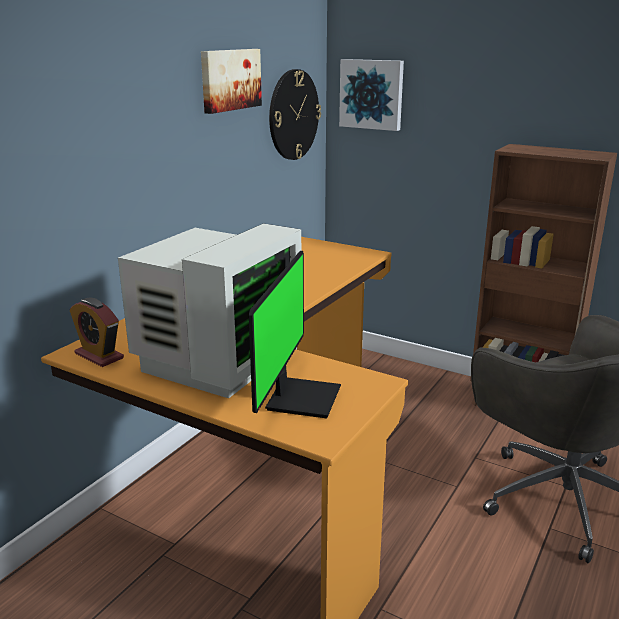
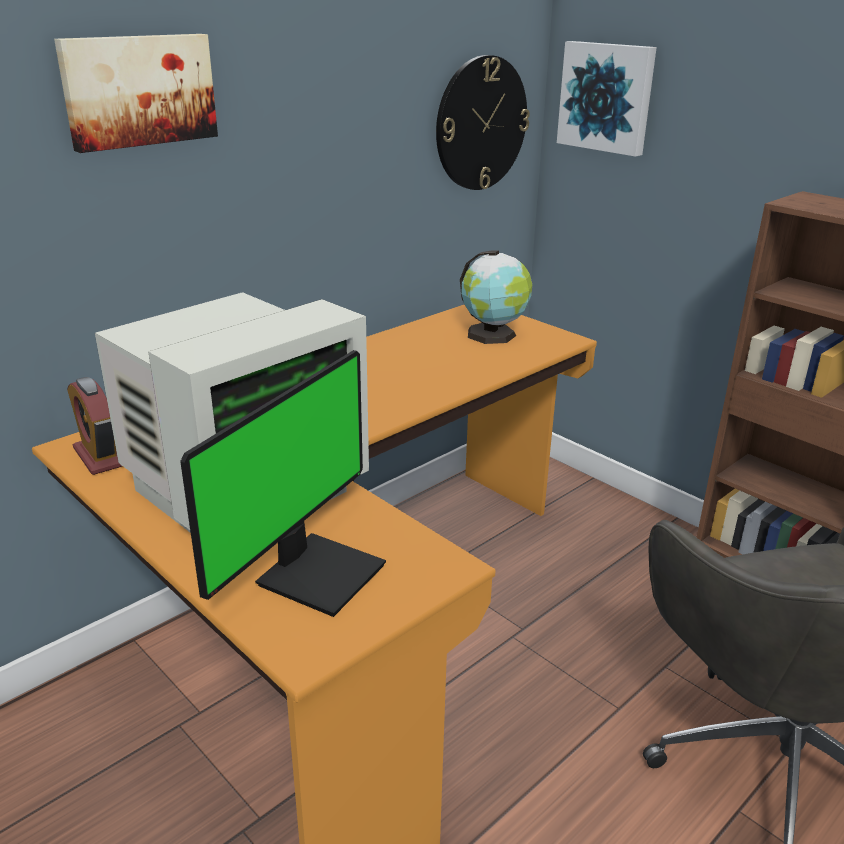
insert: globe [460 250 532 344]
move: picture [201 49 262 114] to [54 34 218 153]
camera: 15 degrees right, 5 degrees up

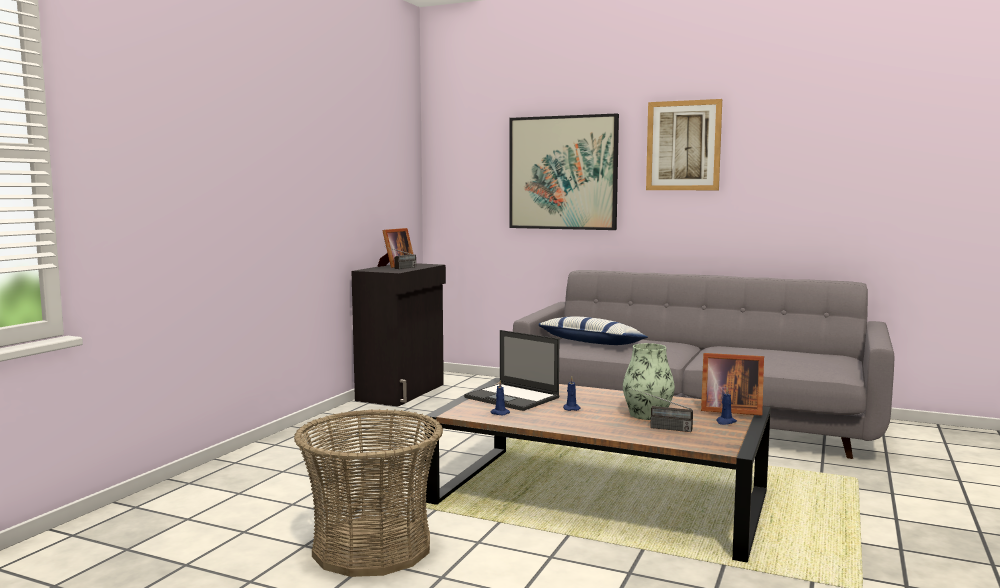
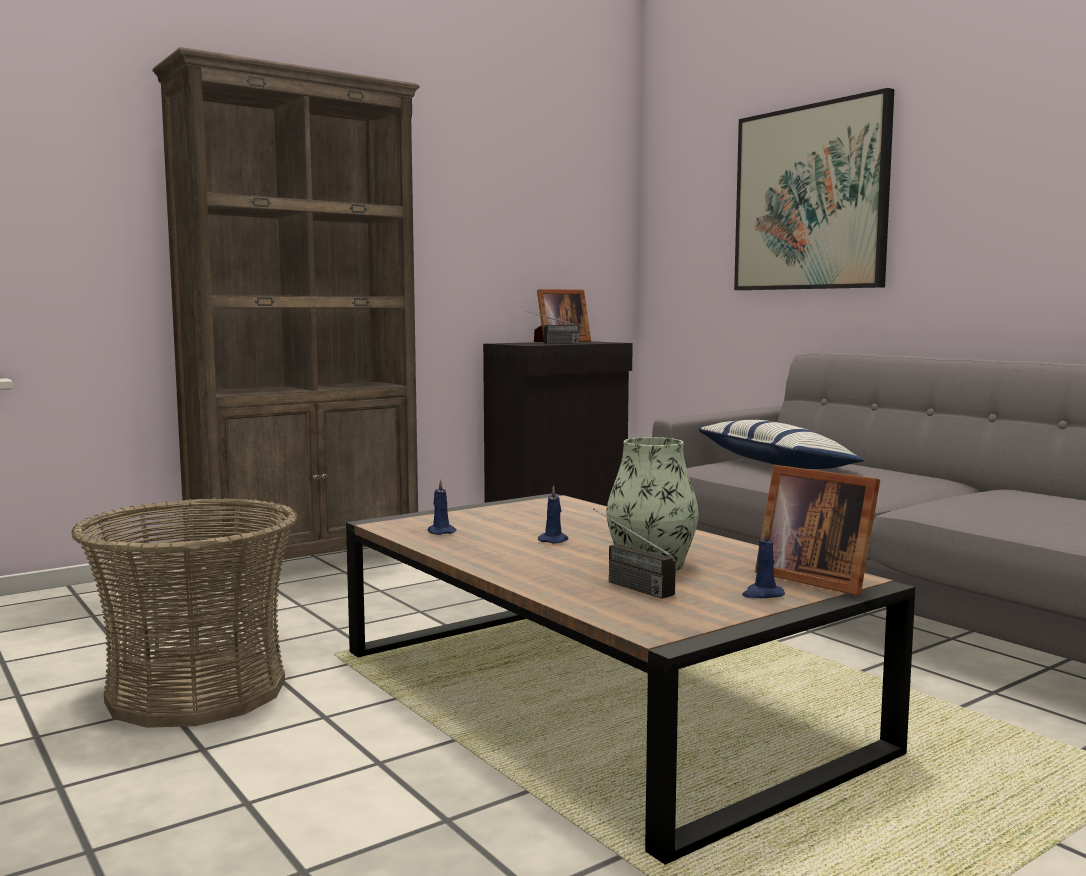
delete: laptop [464 330 559 411]; picture [646 99 722 190]
insert: brown bookcase [152 47 420 589]
camera: 30 degrees right, 0 degrees up

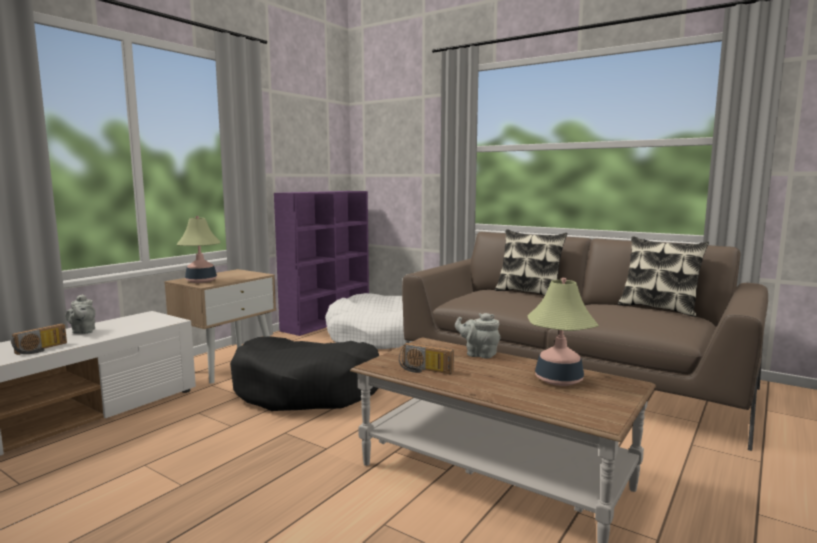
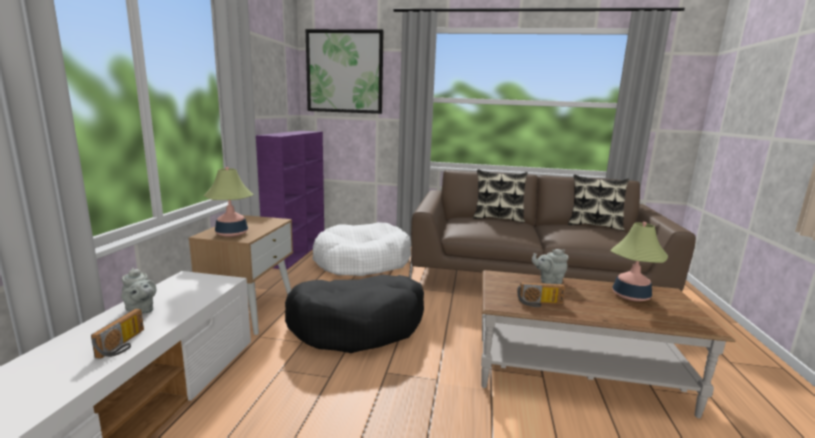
insert: picture [306 29 384 114]
camera: 25 degrees left, 5 degrees up

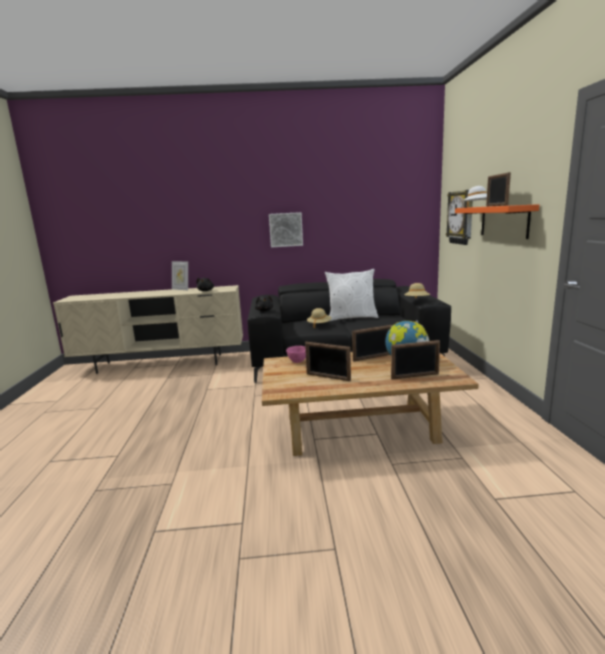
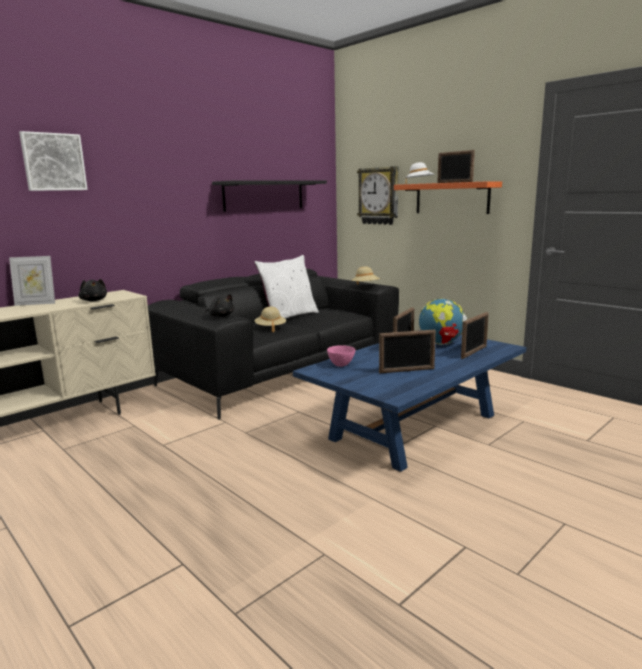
insert: black shelf [212 180 327 212]
move: picture [269 212 303 247] to [19 131 88 191]
recolor: beige coffee table [262 352 479 456] to blue coffee table [293 330 526 472]
camera: 40 degrees left, 0 degrees up

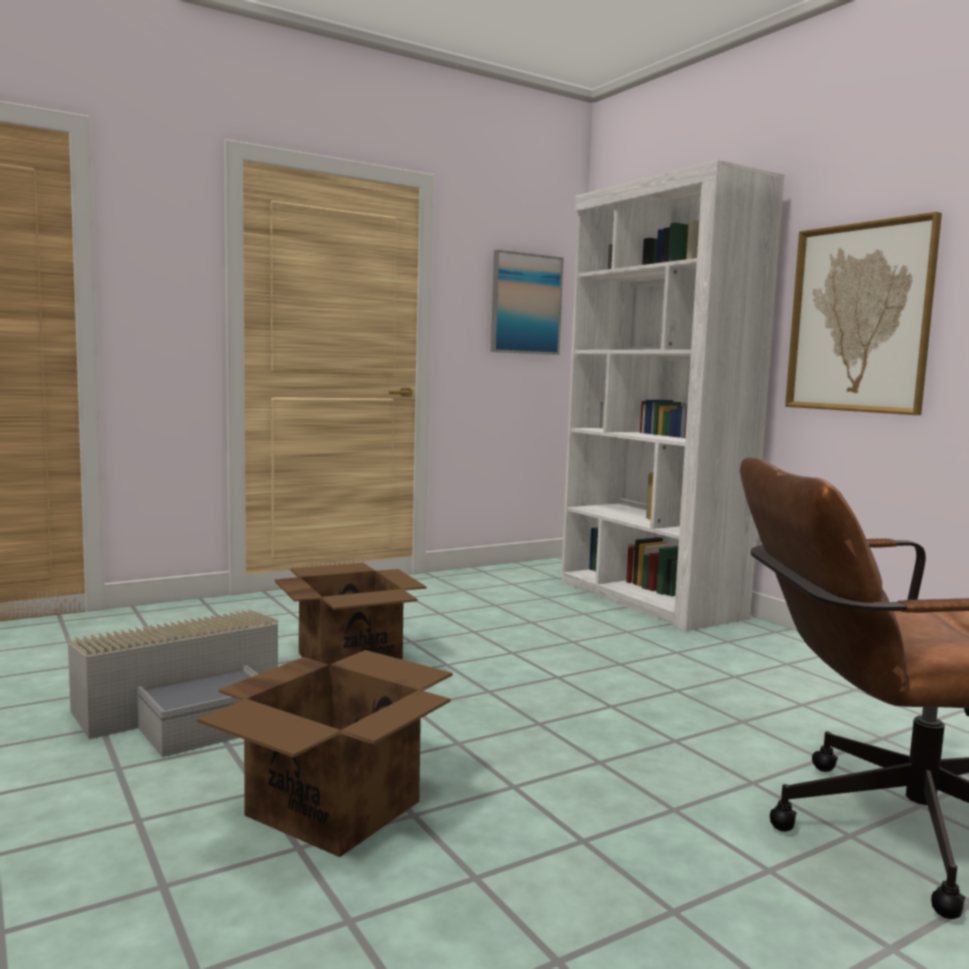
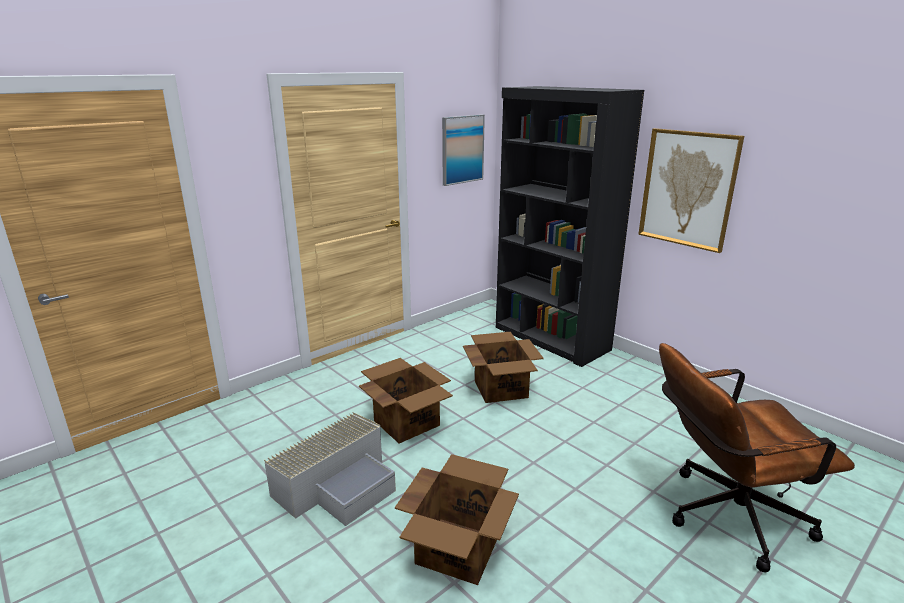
insert: cardboard box [463 332 544 403]
recolor: white bookcase [561 160 785 631] to black bookcase [496 86 644 367]
camera: 10 degrees left, 15 degrees up

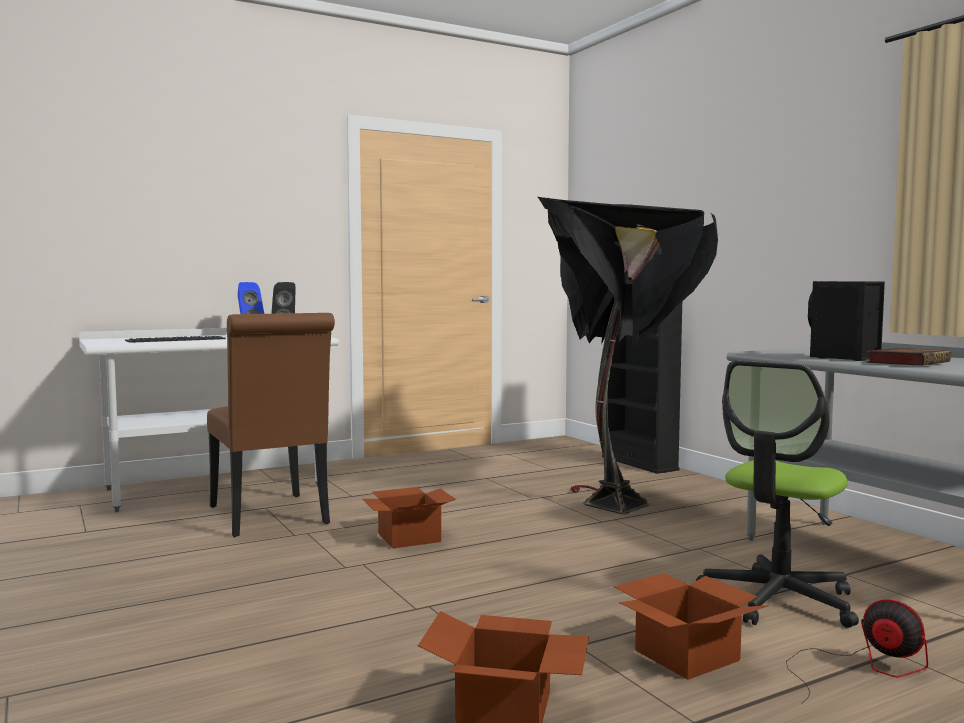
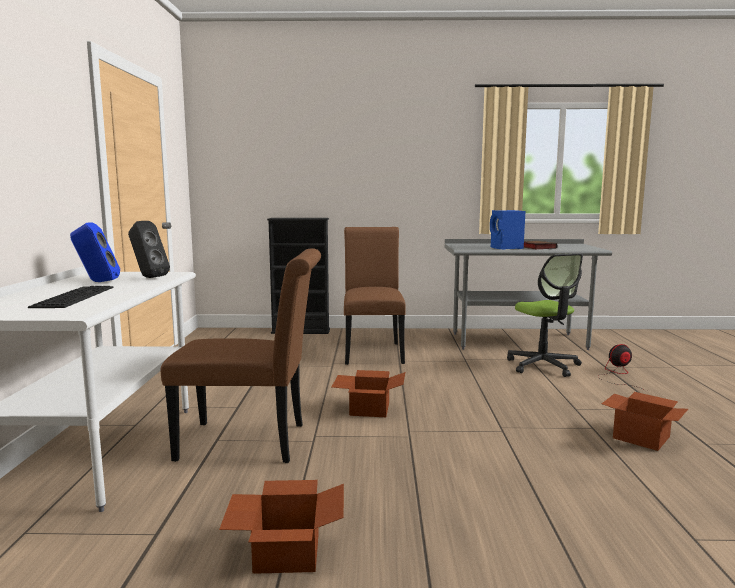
move: cardboard box [613 573 770 680] to [219 480 344 574]
replace: black floor lamp [538 197 718 514] to brown chair [344 227 406 365]
recolor: black speaker [808 281 885 361] to blue speaker [490 210 525 249]
camera: 60 degrees left, 5 degrees up

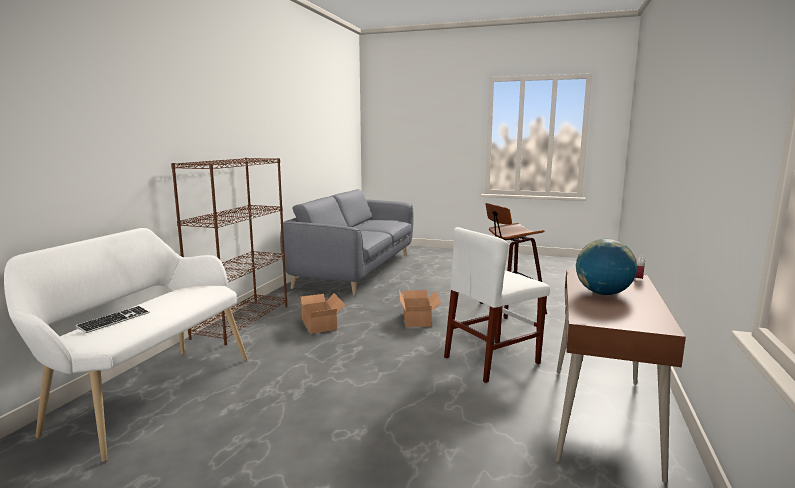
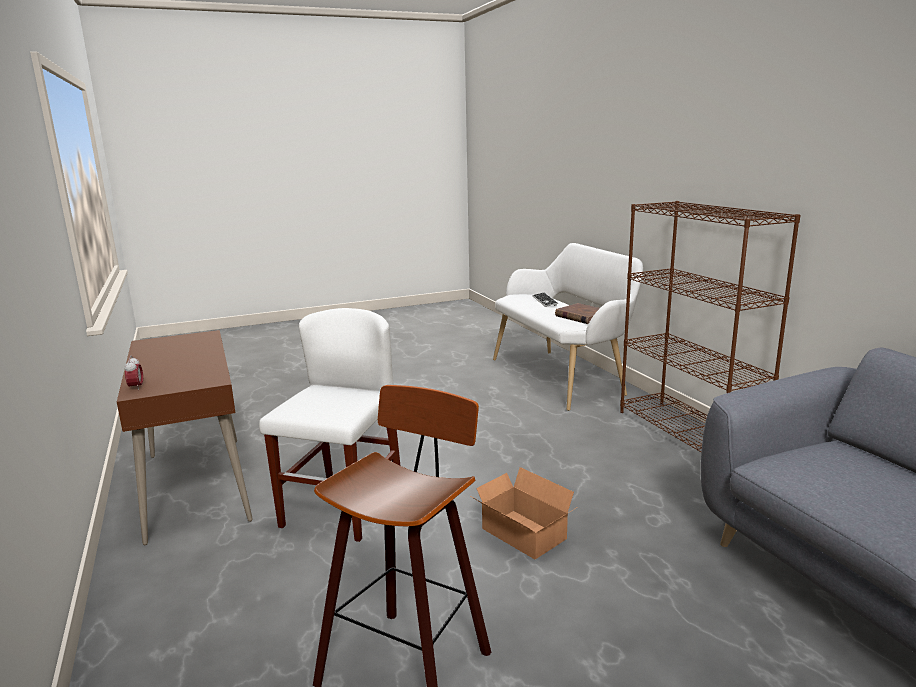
delete: cardboard box [297 293 345 334]; globe [576 239 637 295]
insert: brown book [555 303 600 324]
camera: 140 degrees right, 5 degrees up

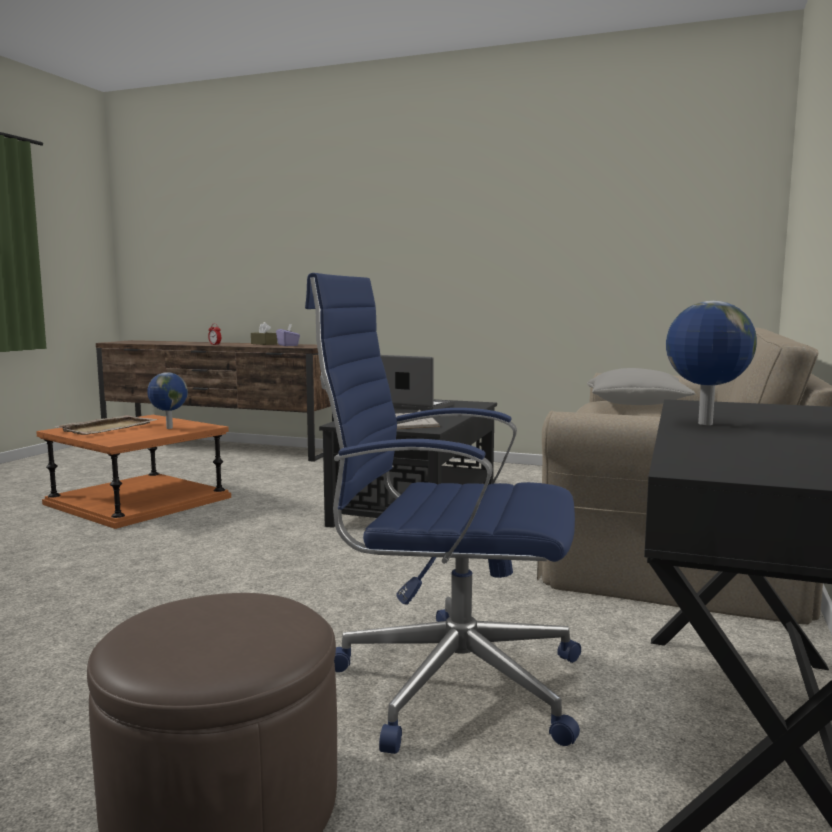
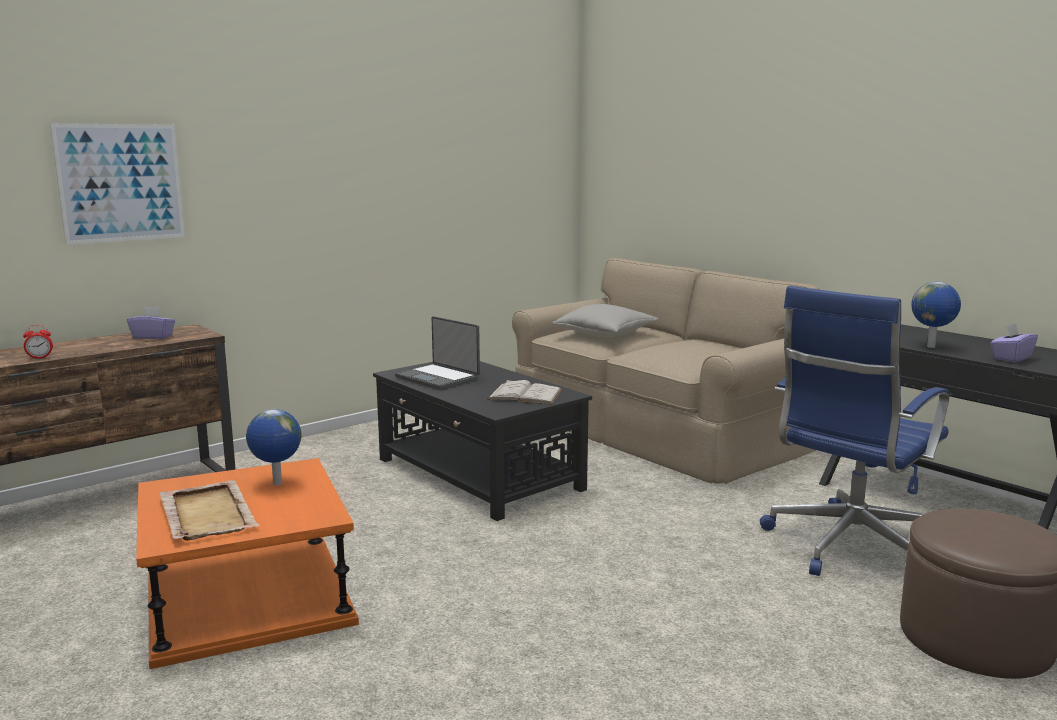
delete: brown tissue box [251 322 277 345]
insert: picture [50 123 185 245]; purple tissue box [991 323 1038 363]
rotate: laptop [380 355 454 411] = [395 316 480 390] 105 degrees counterclockwise
camera: 60 degrees left, 5 degrees up

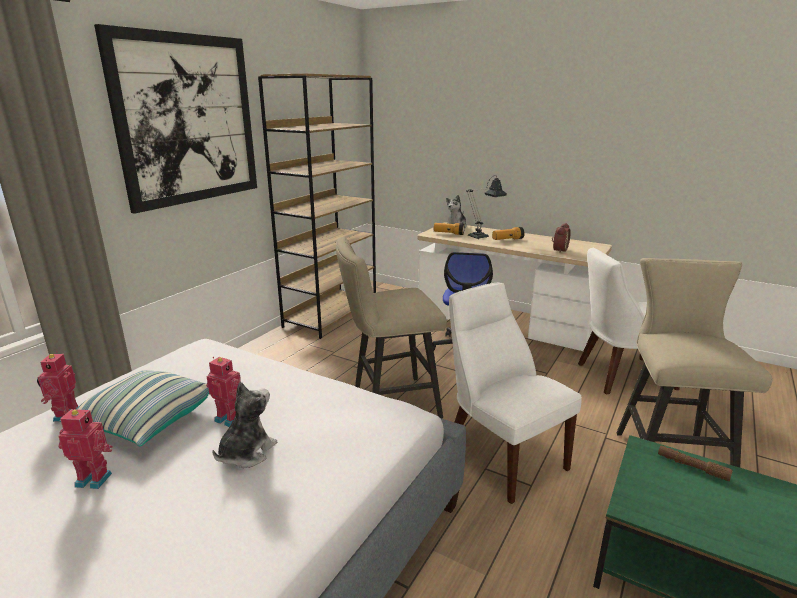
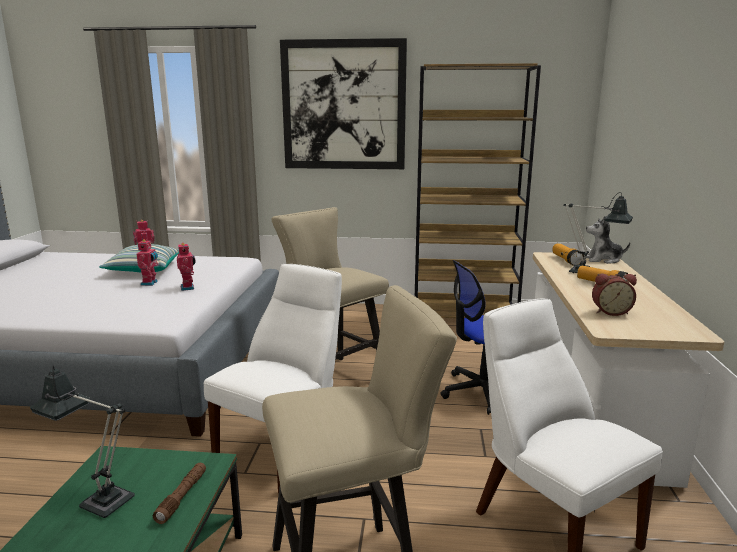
delete: plush toy [212 382 278 468]
insert: table lamp [30 366 135 518]
move: toy robot [58 409 113 489] to [177 242 196 291]
camera: 65 degrees right, 5 degrees down

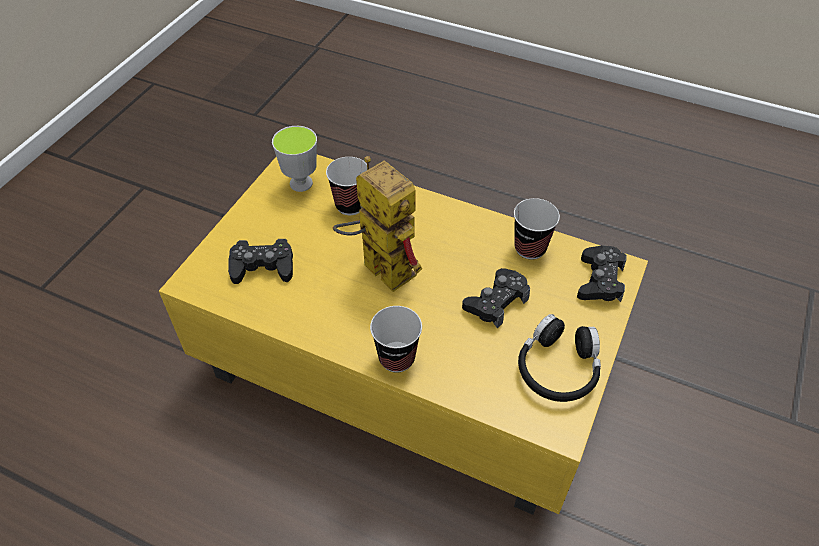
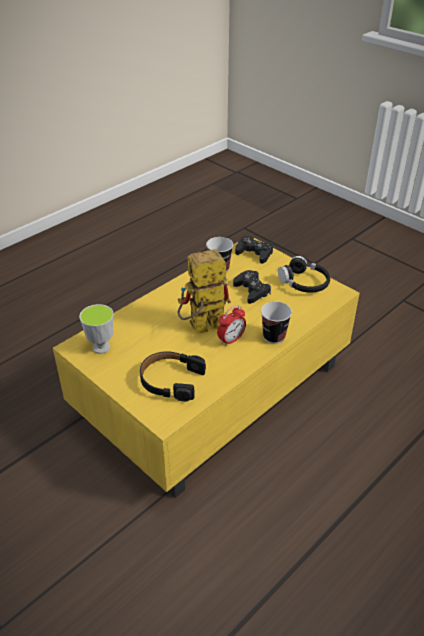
delete: cup [326 157 367 215]
insert: alarm clock [217 305 246 346]
replace: black game controller [228 239 293 284] to black headphones [140 351 206 402]
camera: 70 degrees left, 10 degrees down

